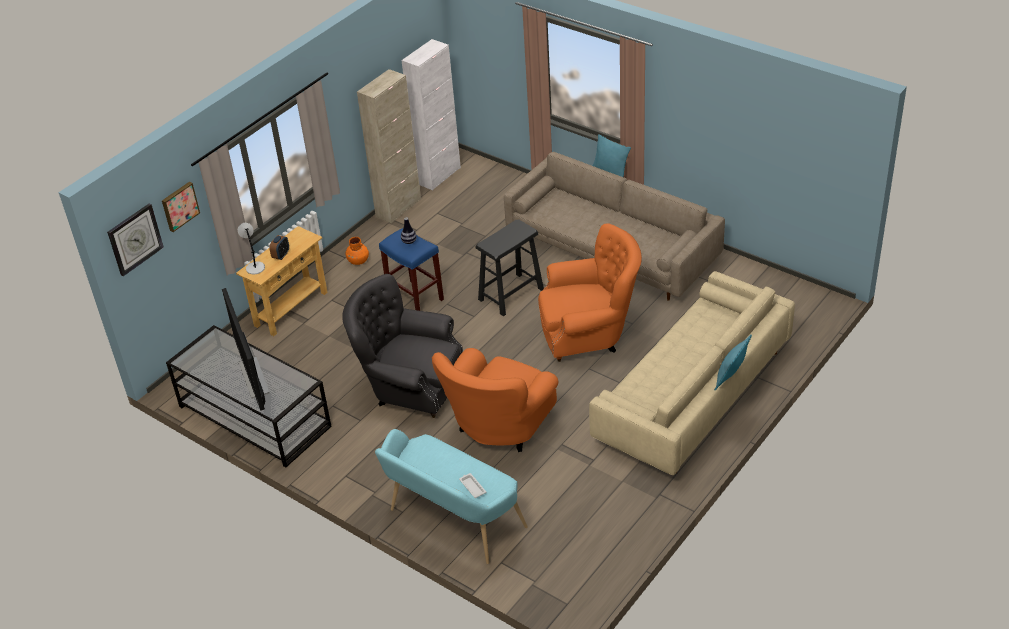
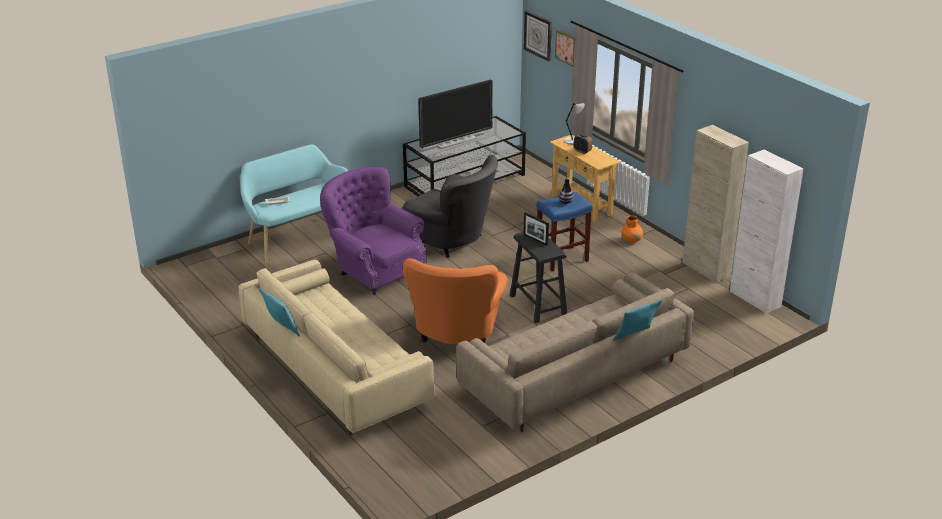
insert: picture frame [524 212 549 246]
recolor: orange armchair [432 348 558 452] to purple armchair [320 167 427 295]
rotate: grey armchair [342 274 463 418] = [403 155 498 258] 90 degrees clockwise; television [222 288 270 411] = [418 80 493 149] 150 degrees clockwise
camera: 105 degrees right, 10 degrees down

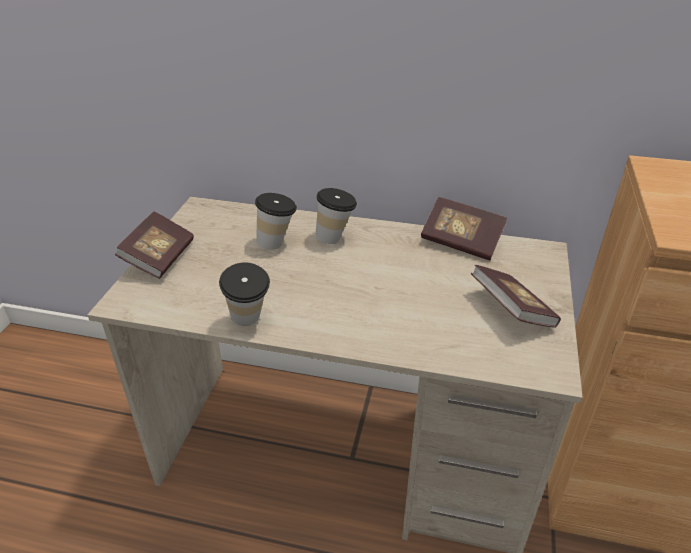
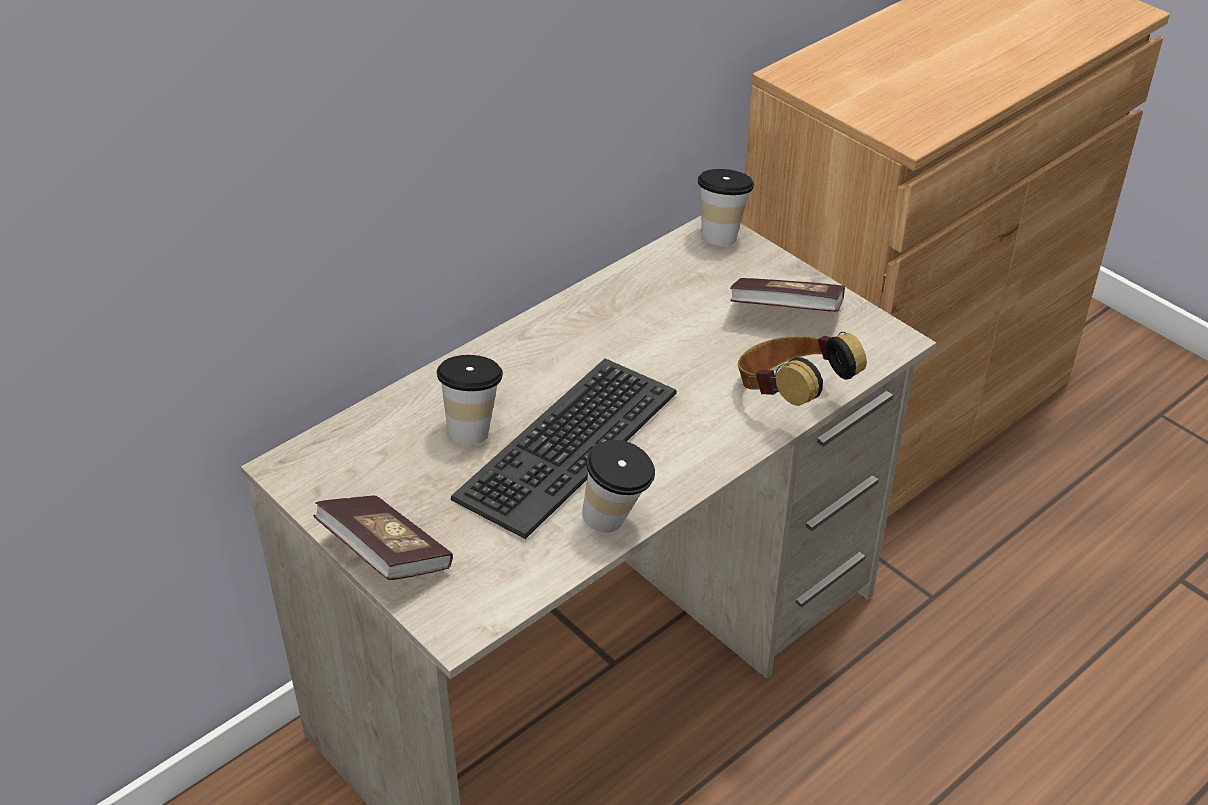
delete: book [421 197 507 260]
insert: keyboard [451 358 677 539]; headphones [738 332 867 406]
move: cup [315 188 357 244] to [698 169 754 246]
camera: 55 degrees left, 5 degrees up

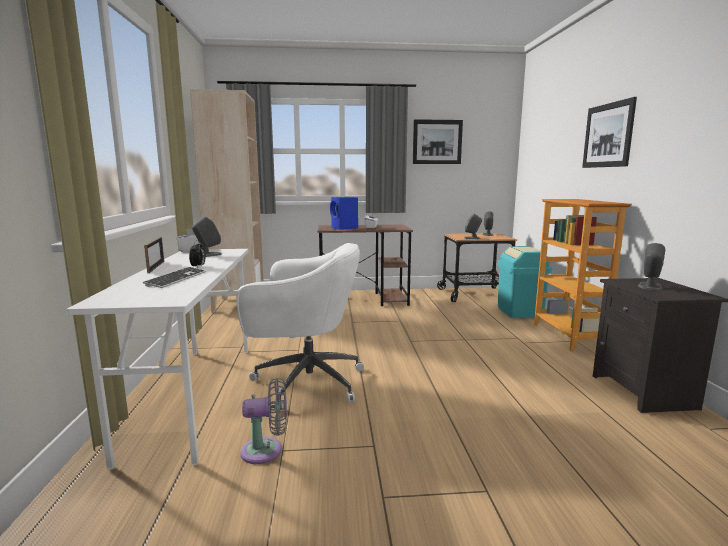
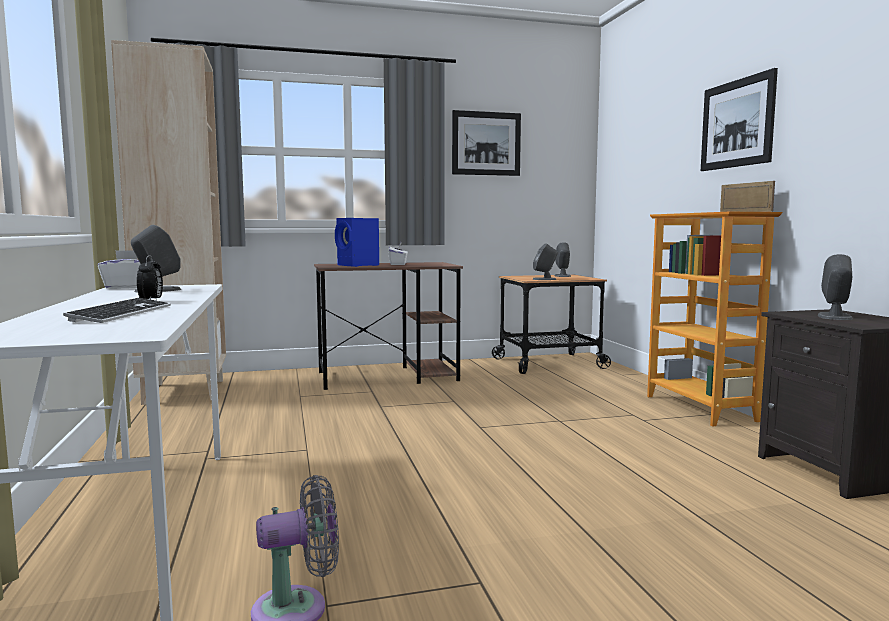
delete: white office chair [236 243 364 411]; turquoise trash can [498 246 552 318]
move: picture frame [144 237 164 273] to [720 181 775 212]
camera: 10 degrees left, 5 degrees down

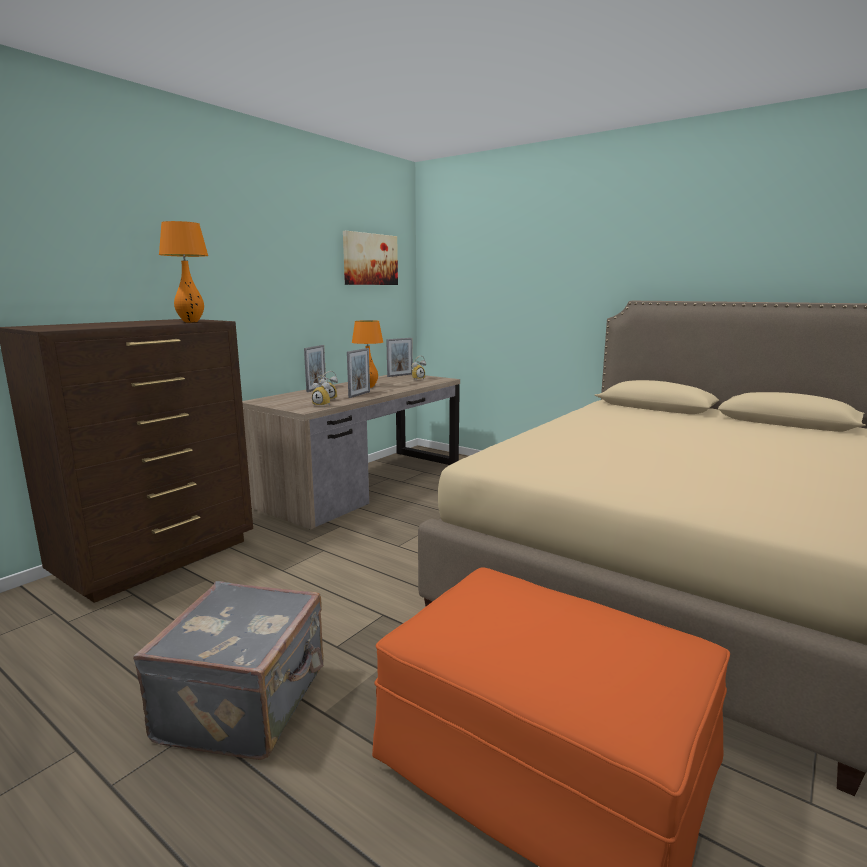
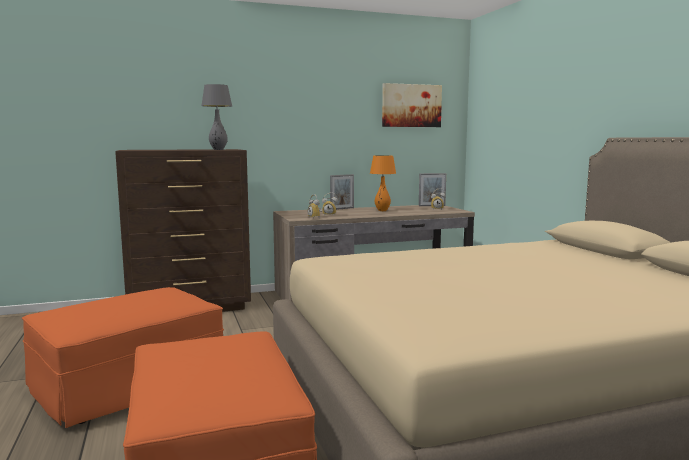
delete: picture frame [347 348 370 398]
replace: grey suitcase [133 581 324 760] to orange ottoman [22 287 224 428]
recolor: orange table lamp [159 221 209 322] to grey table lamp [201 84 232 150]
camera: 35 degrees right, 5 degrees down

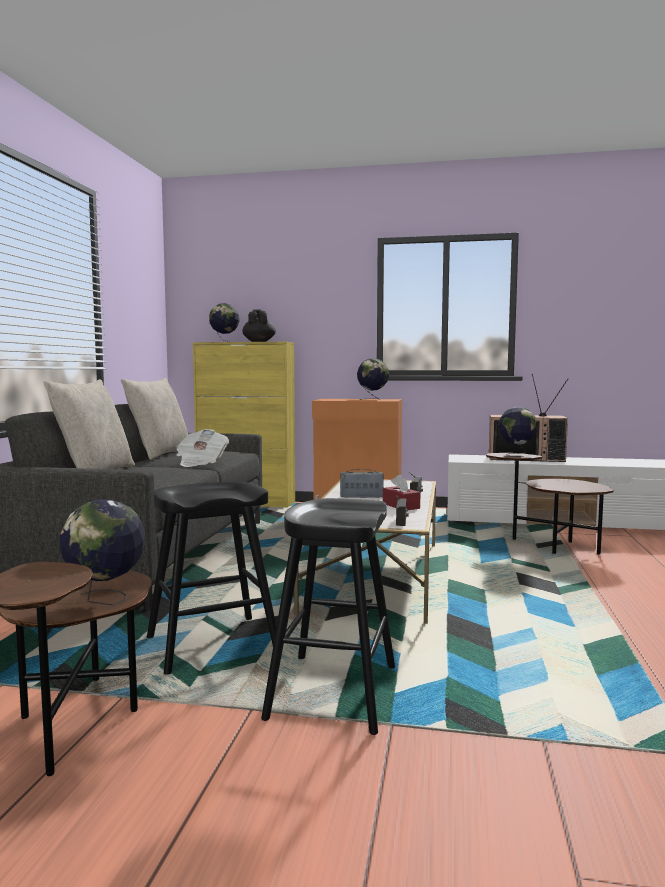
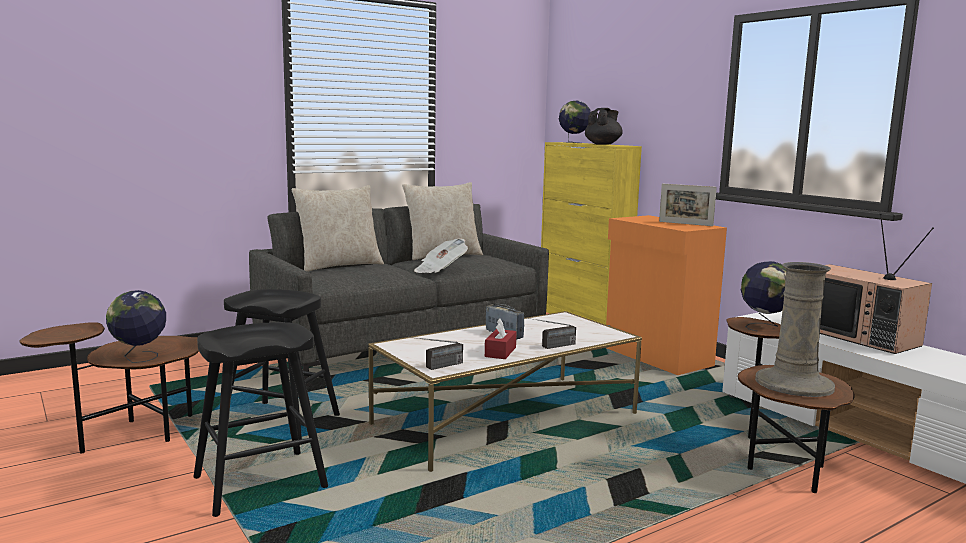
insert: beige vase [755 262 835 397]
replace: globe [357 358 389 400] to picture frame [659 183 717 226]
camera: 45 degrees right, 5 degrees up

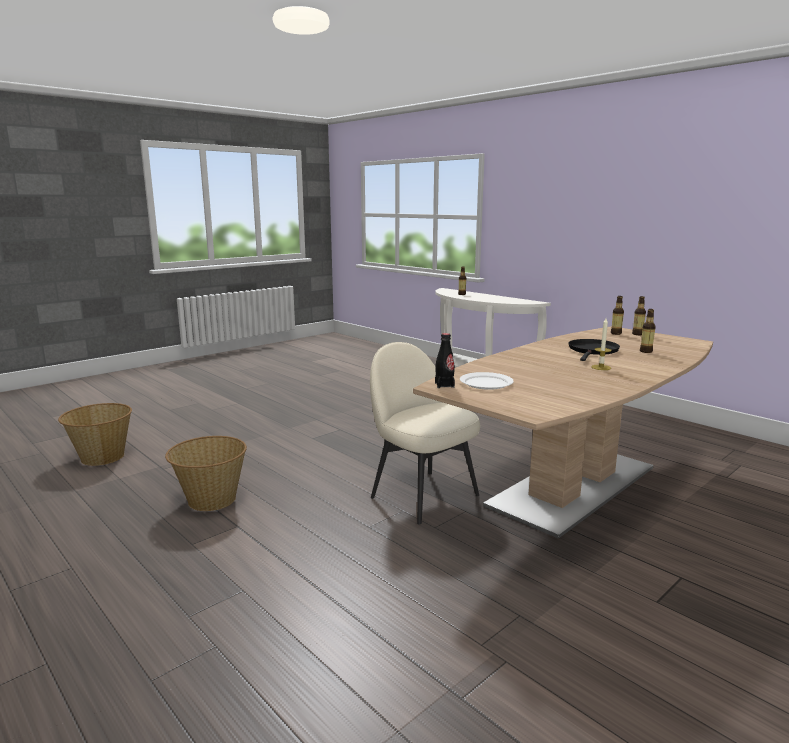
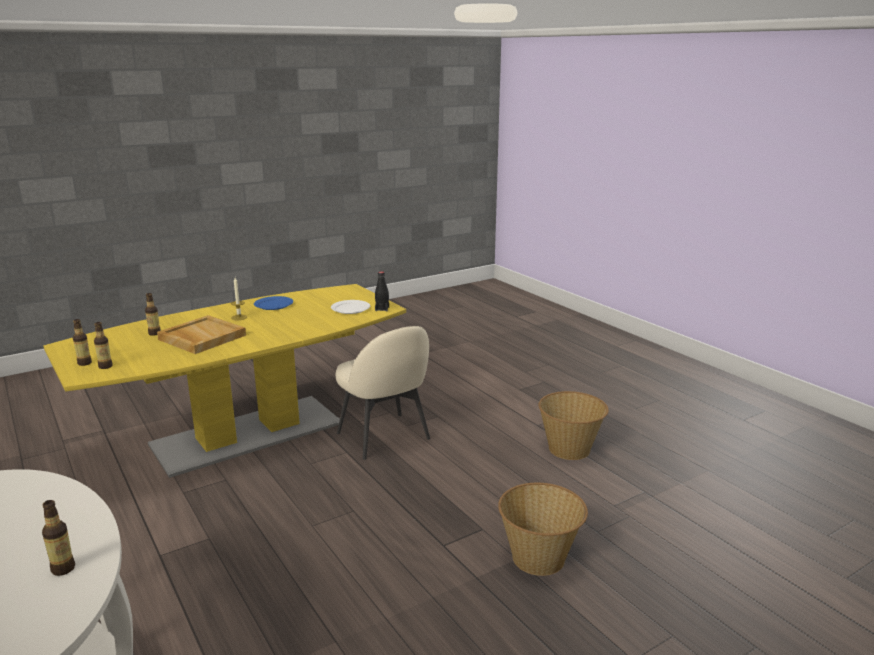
insert: blue plate [254 296 293 310]
move: basket [58 403 132 466] to [498 483 588 576]
replace: black frying pan [569 339 620 361] to beige tray [157 315 246 354]
recolor: brown dining table [413 326 713 539] to yellow dining table [43 284 406 478]
camera: 170 degrees left, 5 degrees up

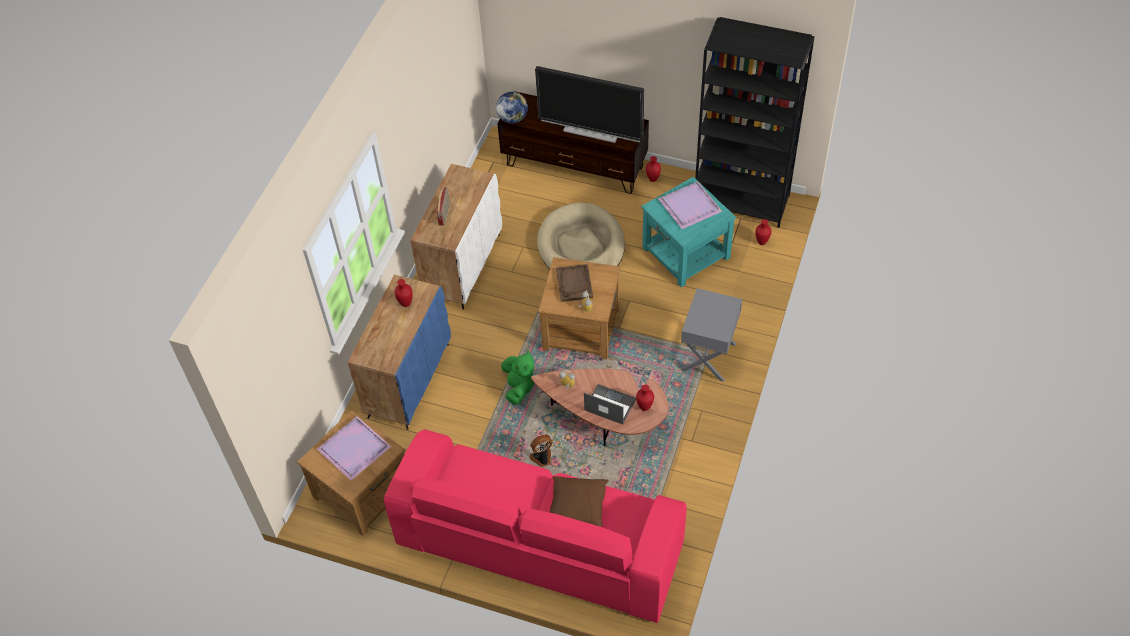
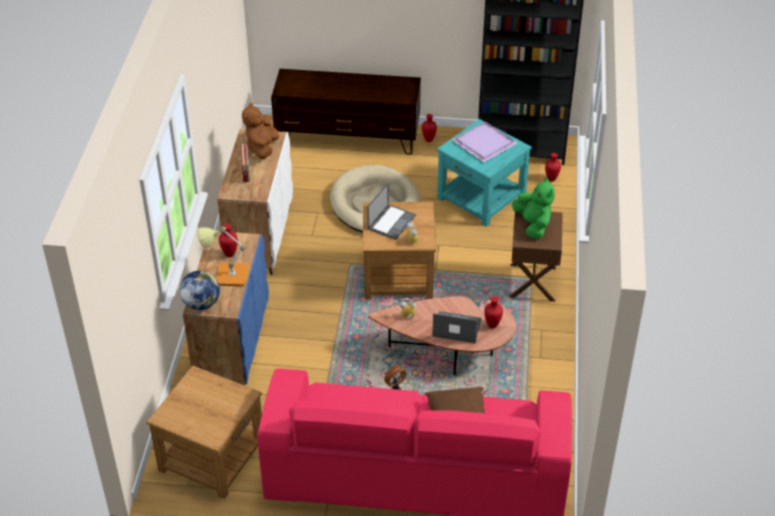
delete: purple tray [317 416 392 481]; television [535 66 644 143]
insert: table lamp [197 227 249 287]; brown plush toy [242 102 279 159]
move: globe [496 92 528 123] to [180 270 220 310]; green plush toy [501 350 534 405] to [512 177 555 239]
replace: brown tray [556 264 593 302] to laptop [367 182 416 240]
recolor: grey nightstand [681 288 742 382] to brown nightstand [509 212 563 302]
camera: 15 degrees left, 10 degrees down

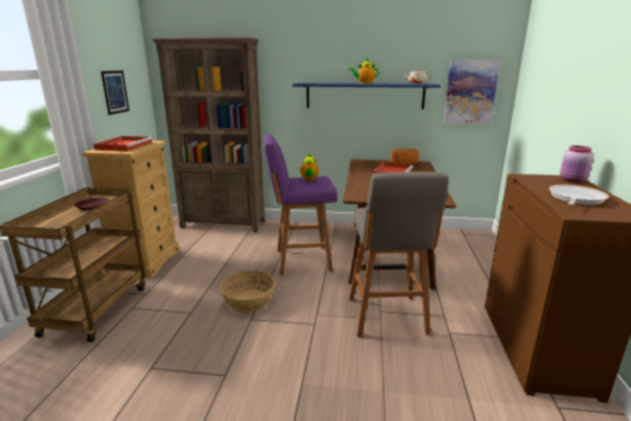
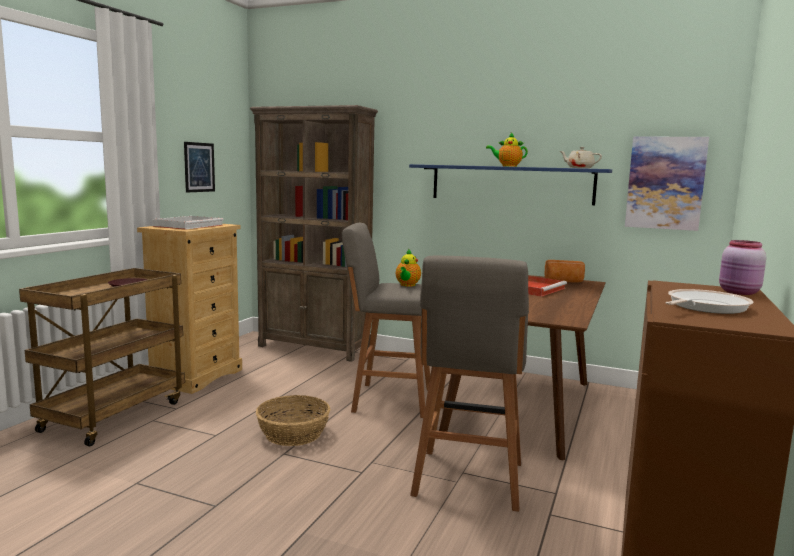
recolor: red tray [93 136 153 151] to white tray [152 216 224 230]; purple stool [264 134 338 275] to grey stool [342 223 430 418]
camera: 15 degrees right, 10 degrees down

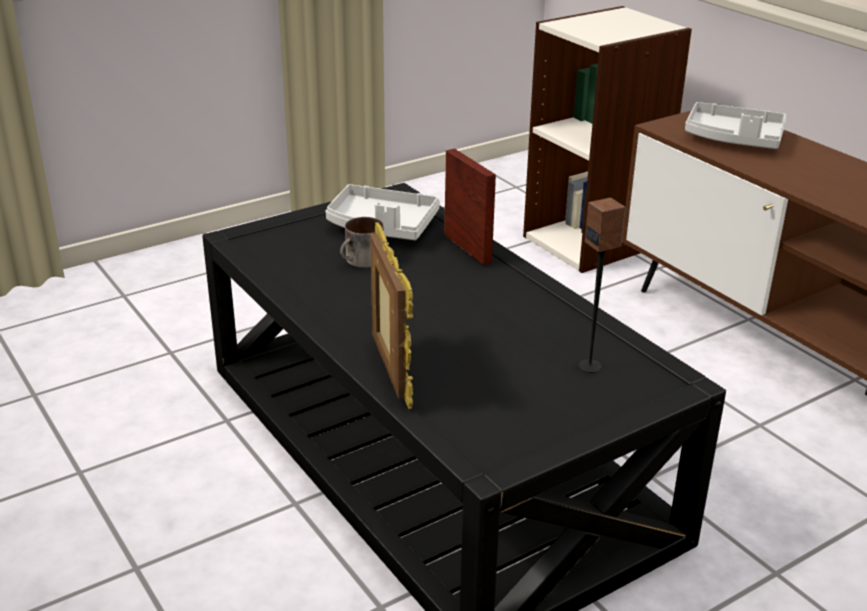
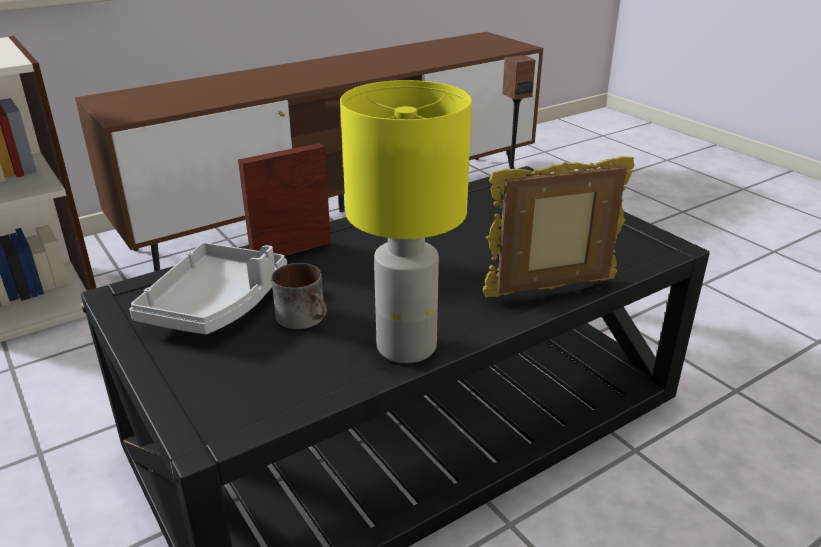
delete: grey tray [685 102 787 149]
insert: yellow table lamp [340 80 472 363]
camera: 90 degrees left, 0 degrees up

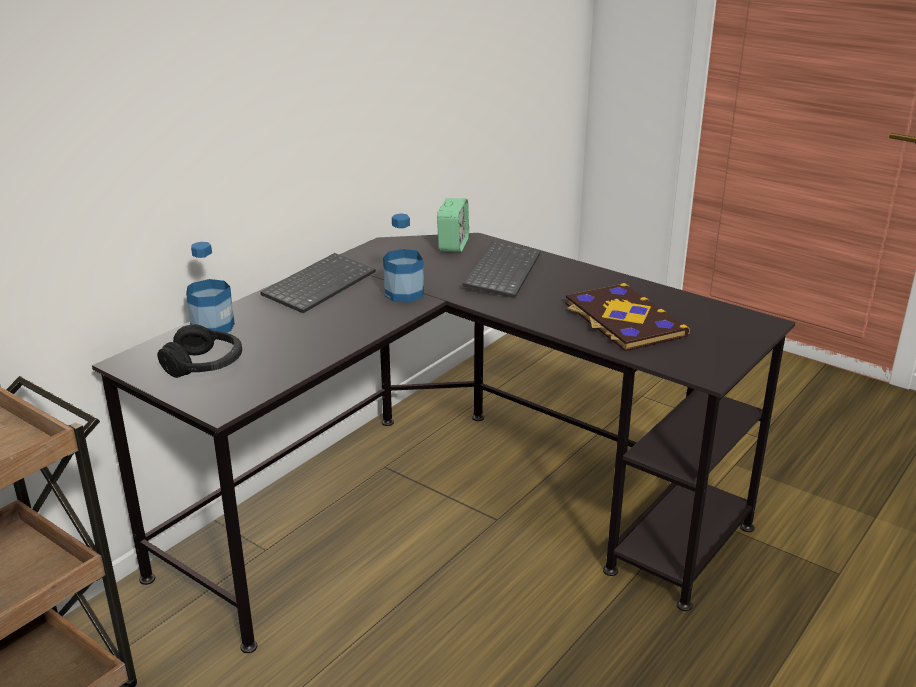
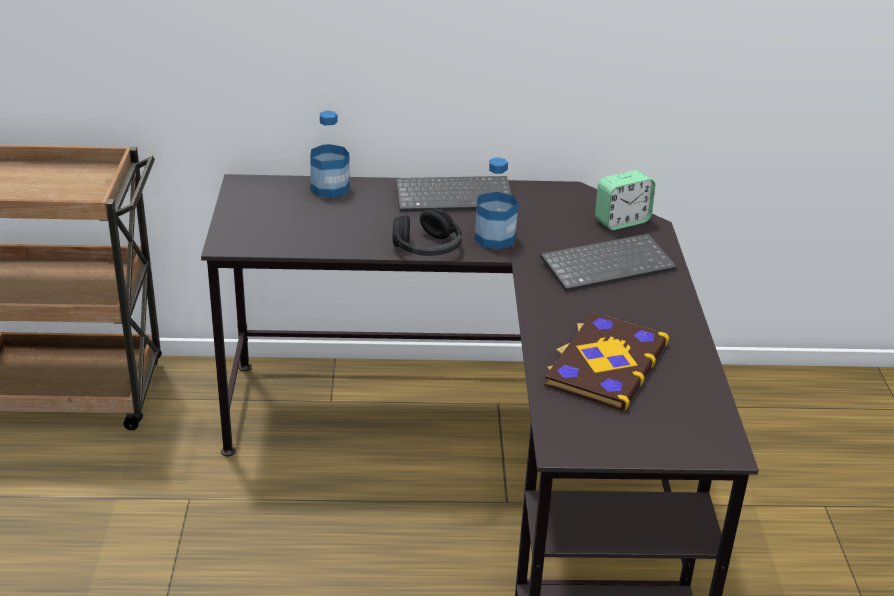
move: black headphones [157 324 242 378] to [393 209 462 256]
camera: 50 degrees right, 5 degrees up

